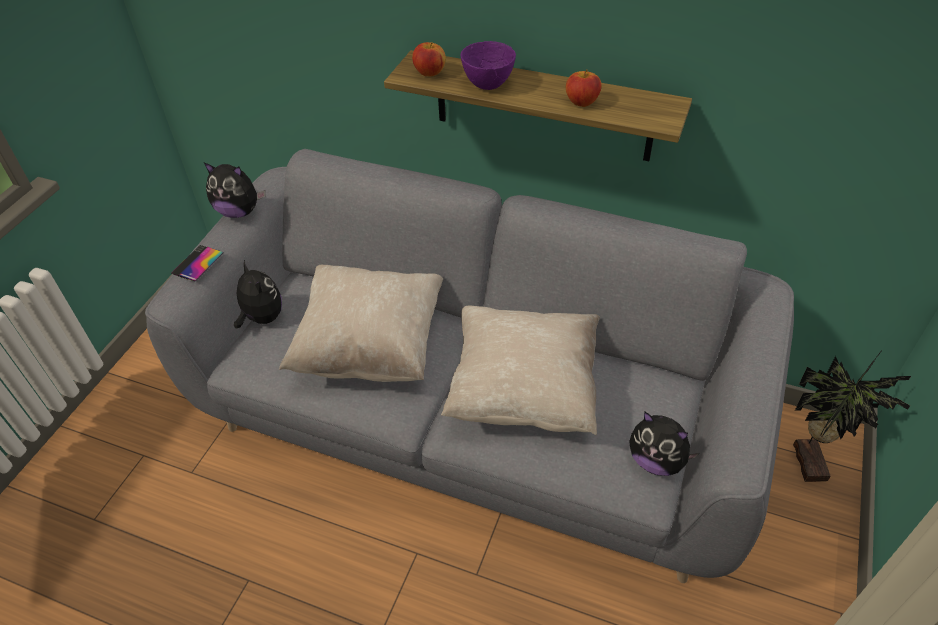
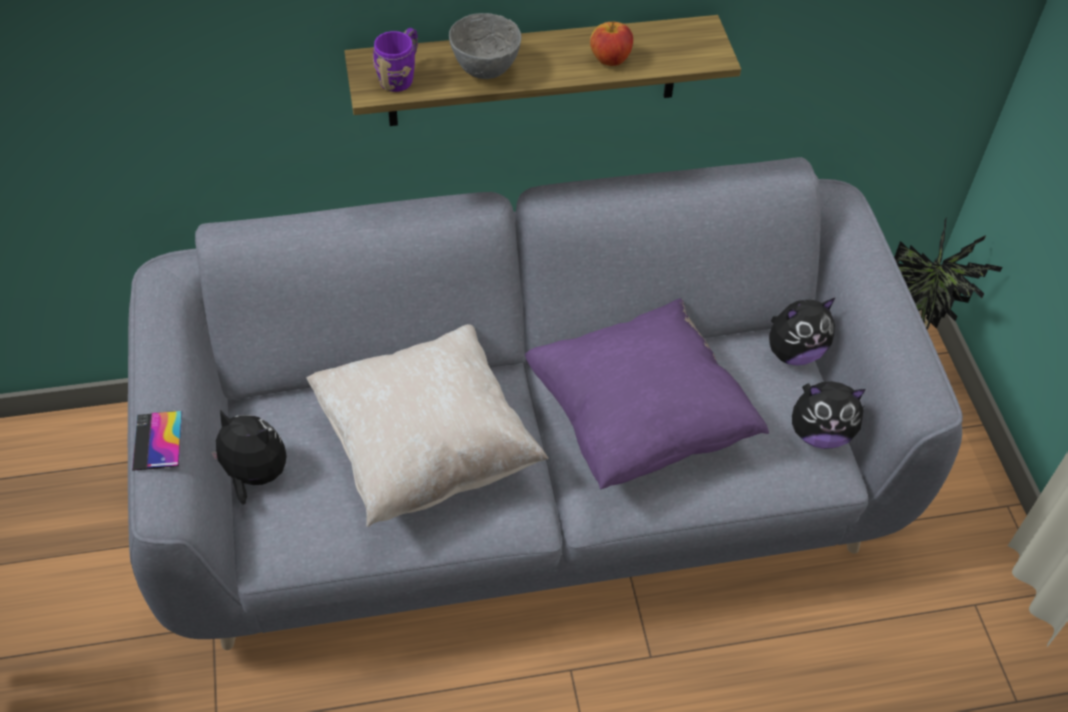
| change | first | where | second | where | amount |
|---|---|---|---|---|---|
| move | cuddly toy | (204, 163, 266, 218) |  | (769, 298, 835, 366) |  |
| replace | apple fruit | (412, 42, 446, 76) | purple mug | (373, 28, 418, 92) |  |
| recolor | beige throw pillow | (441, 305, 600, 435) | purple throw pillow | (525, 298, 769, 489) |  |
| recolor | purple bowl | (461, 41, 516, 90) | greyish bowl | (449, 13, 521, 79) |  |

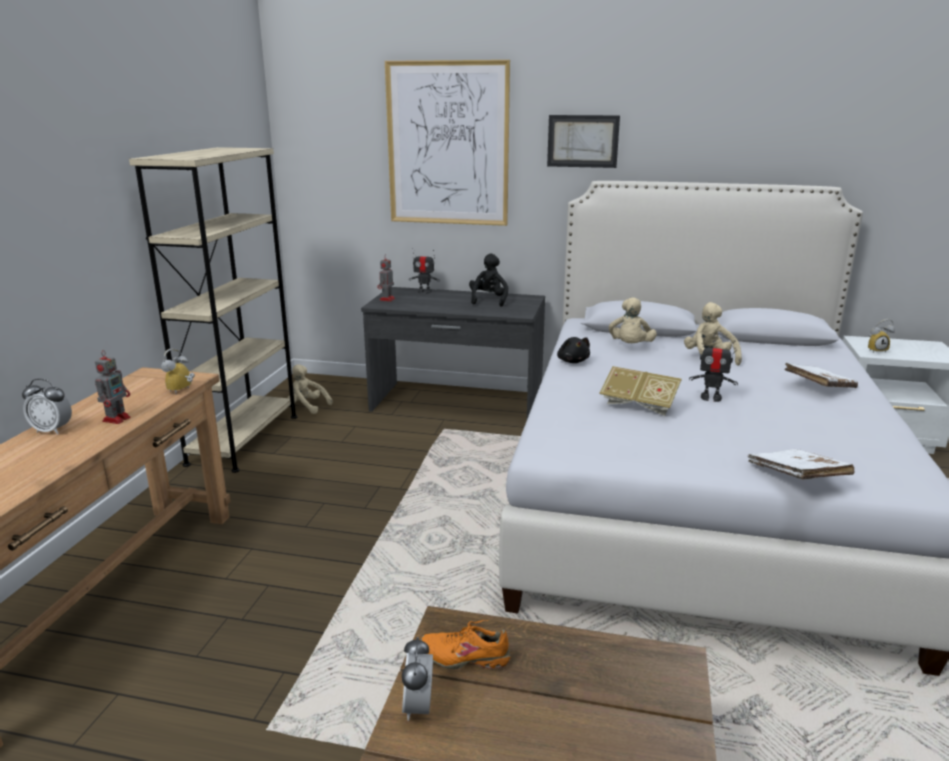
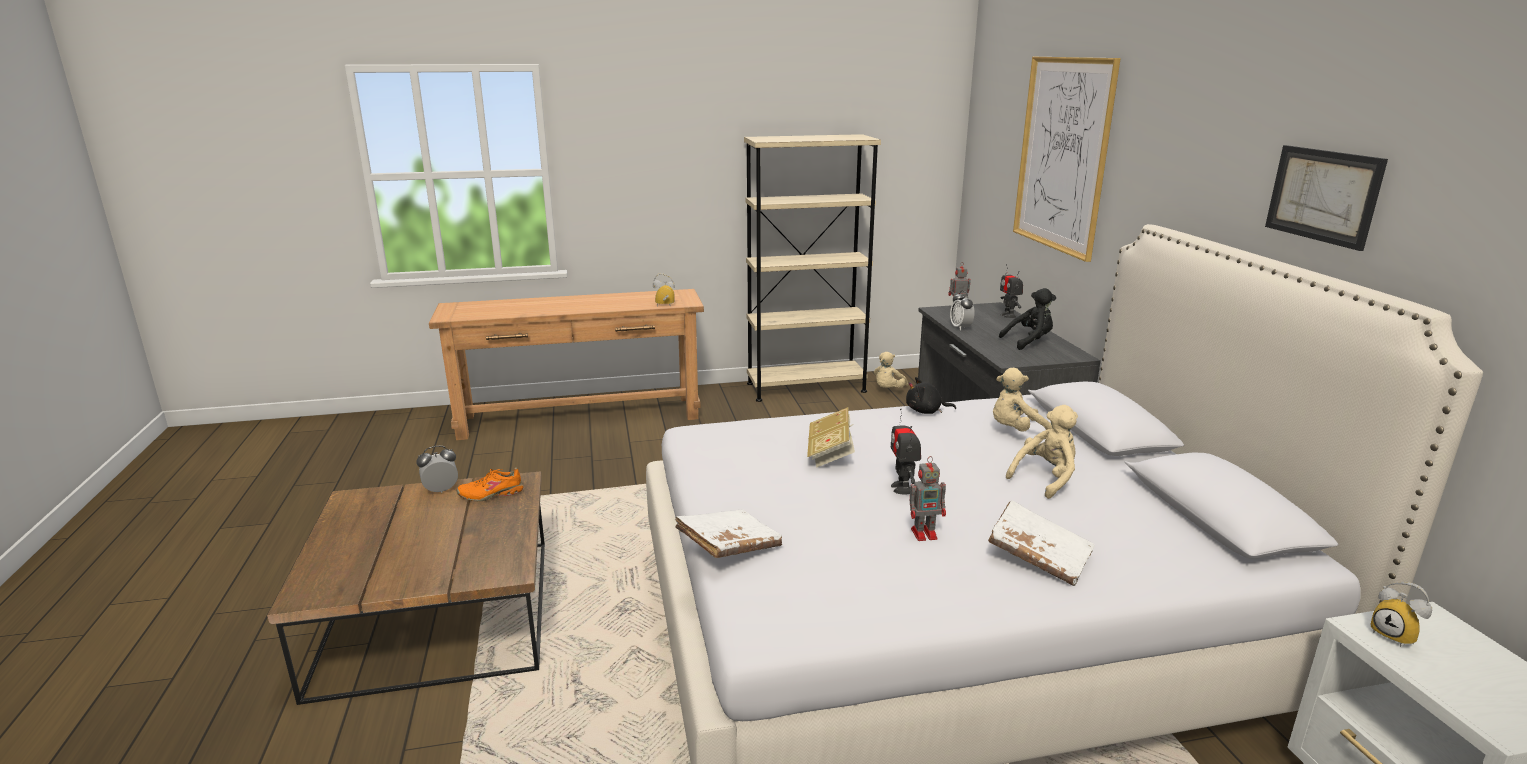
| change | first | where | second | where | amount |
|---|---|---|---|---|---|
| move | table clock | (22, 379, 72, 434) |  | (950, 290, 975, 331) |  |
| move | robot figure | (95, 350, 131, 424) |  | (910, 456, 946, 541) |  |
| move | wall art | (547, 115, 620, 168) |  | (1265, 145, 1388, 251) |  |
| rotate | beige cuddly toy | (287, 364, 333, 414) |  | (874, 352, 908, 388) | 150 degrees counterclockwise |
| rotate | orange-coloured item of footwear | (421, 620, 511, 669) |  | (457, 468, 524, 501) | 90 degrees counterclockwise |
| rotate | black-coloured cuddly toy | (557, 337, 590, 363) |  | (906, 377, 956, 414) | 45 degrees clockwise |

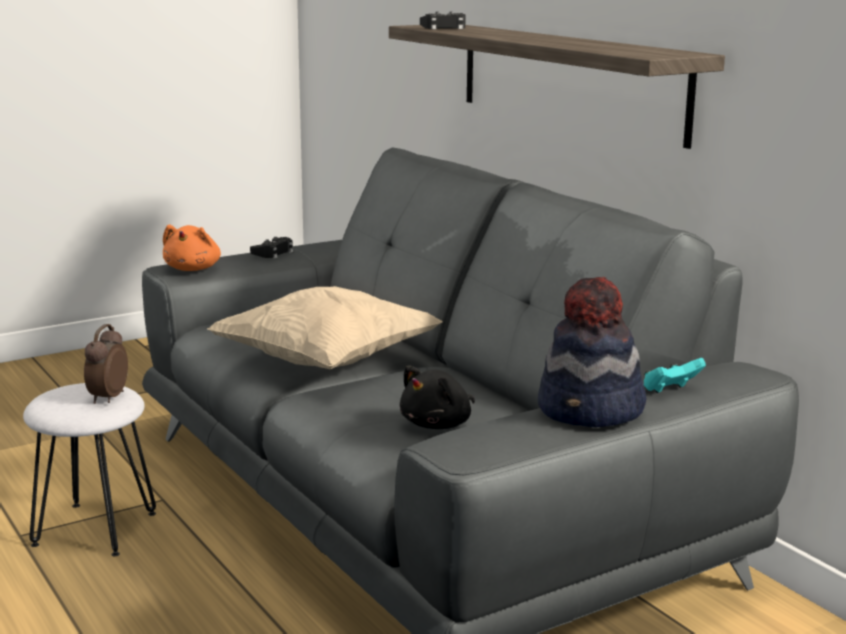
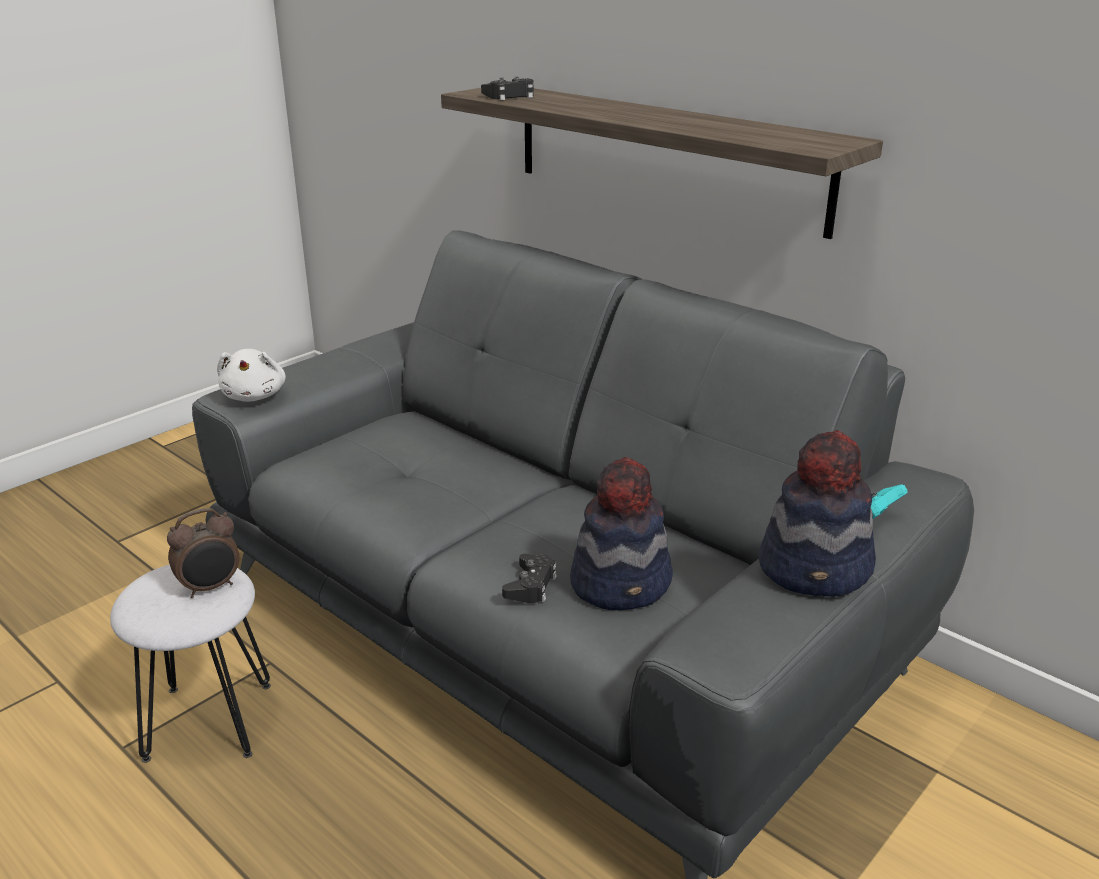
| change | first | where | second | where | amount |
|---|---|---|---|---|---|
| delete | beige throw pillow | (207, 286, 443, 369) |  |  |  |
| move | black-coloured gamepad | (250, 237, 293, 259) |  | (502, 554, 557, 603) |  |
| replace | black-coloured cuddly toy | (400, 365, 475, 429) | clothing hat | (570, 457, 673, 610) |  |
| recolor | orange-coloured cuddly toy | (163, 224, 221, 271) | whitish cuddly toy | (217, 349, 286, 402) |  |
| rotate | table clock | (84, 324, 128, 404) |  | (167, 508, 240, 598) | 120 degrees counterclockwise |

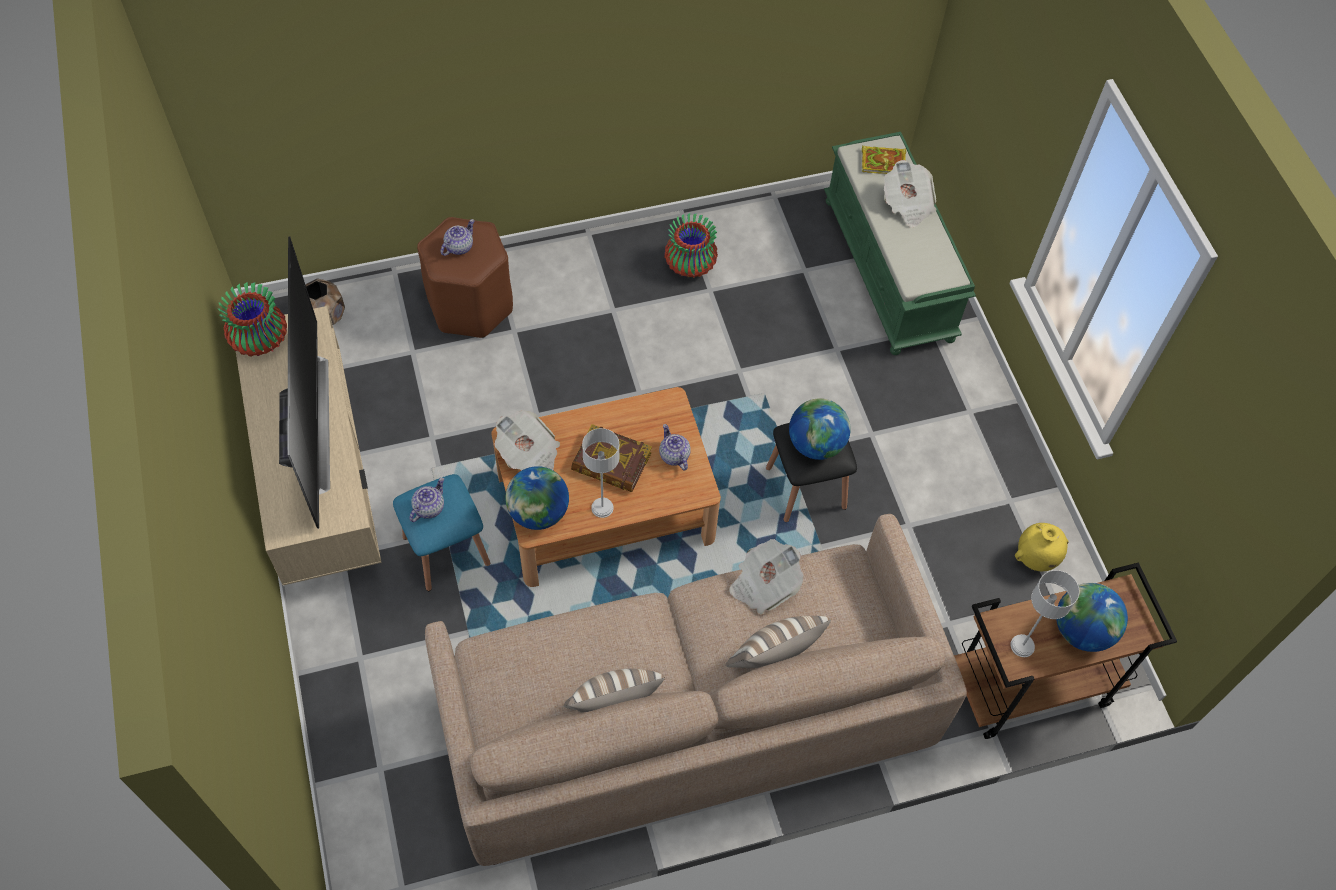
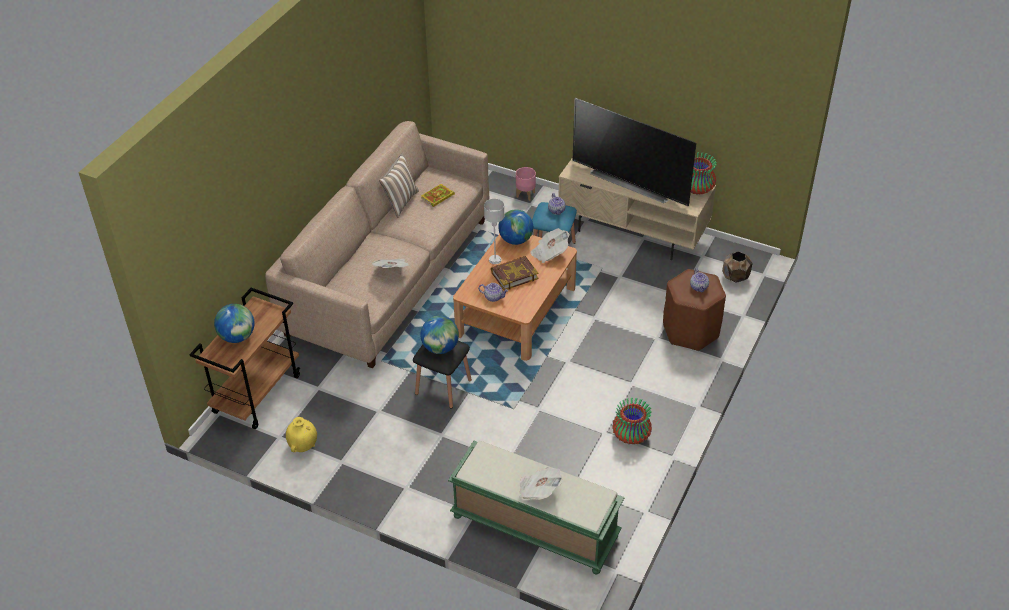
| change | first | where | second | where | amount |
|---|---|---|---|---|---|
| delete | throw pillow | (726, 616, 831, 668) |  |  |  |
| delete | greyish lamp for a table | (1010, 570, 1080, 657) |  |  |  |
| insert |  |  | pink plant pot | (516, 167, 536, 201) |  |
| move | volume | (862, 146, 906, 174) |  | (421, 184, 455, 207) |  |

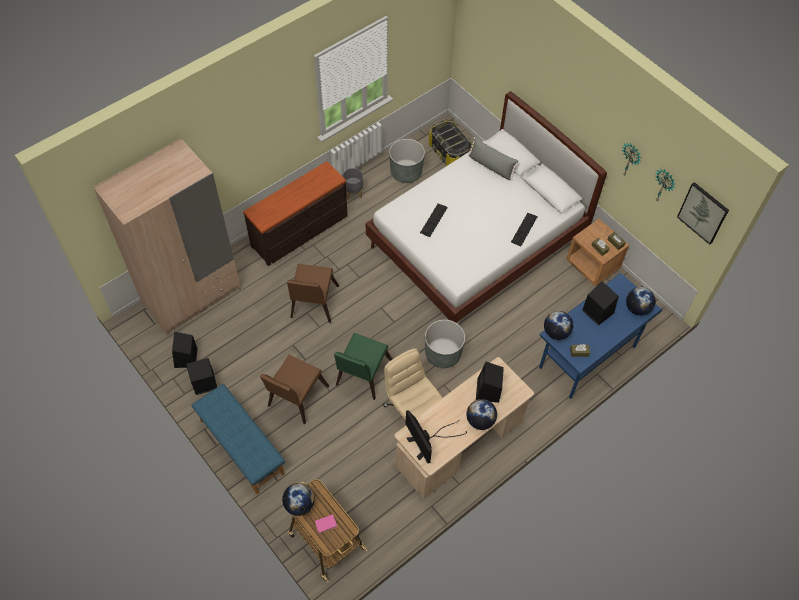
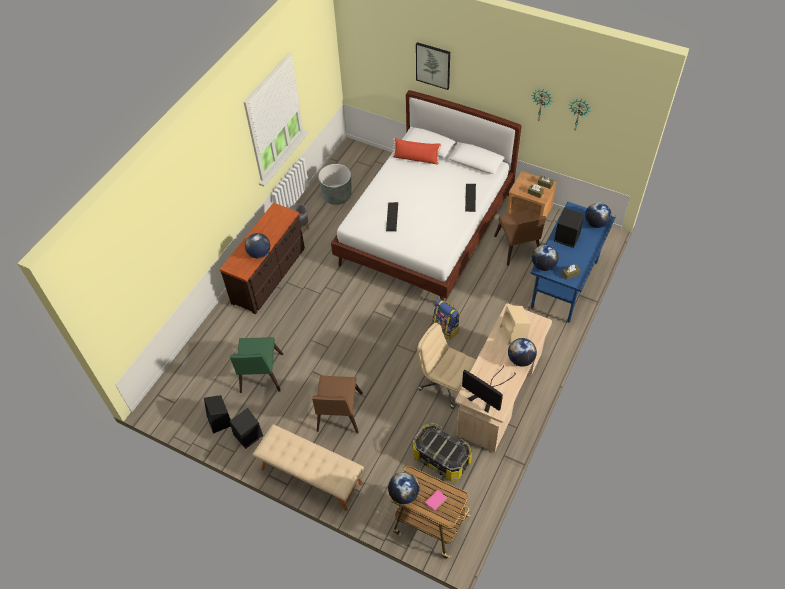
| change | first | where | second | where | amount |
|---|---|---|---|---|---|
| delete | beige clothes cupboard | (93, 138, 241, 335) |  |  |  |
| insert |  |  | world globe | (245, 233, 270, 258) |  |
| move | brown-coloured upright chair | (287, 264, 339, 323) |  | (494, 210, 546, 266) |  |
| move | greenish upright chair | (334, 333, 392, 400) |  | (230, 337, 283, 393) |  |
| move | storage bin | (429, 119, 473, 166) |  | (413, 423, 472, 481) |  |
| move | wall art | (677, 182, 729, 245) |  | (416, 42, 450, 90) |  |
| replace | greyish plant pot | (425, 320, 465, 368) | knapsack | (432, 299, 460, 339) |  |
| recolor | blue bench | (191, 384, 285, 494) | beige bench | (253, 424, 364, 511) |  |
| recolor | greyish throw pillow | (468, 137, 520, 181) | red-coloured throw pillow | (392, 138, 442, 165) |  |
| recolor | black-coloured speaker | (476, 362, 504, 403) | beige speaker | (500, 305, 531, 345) |  |

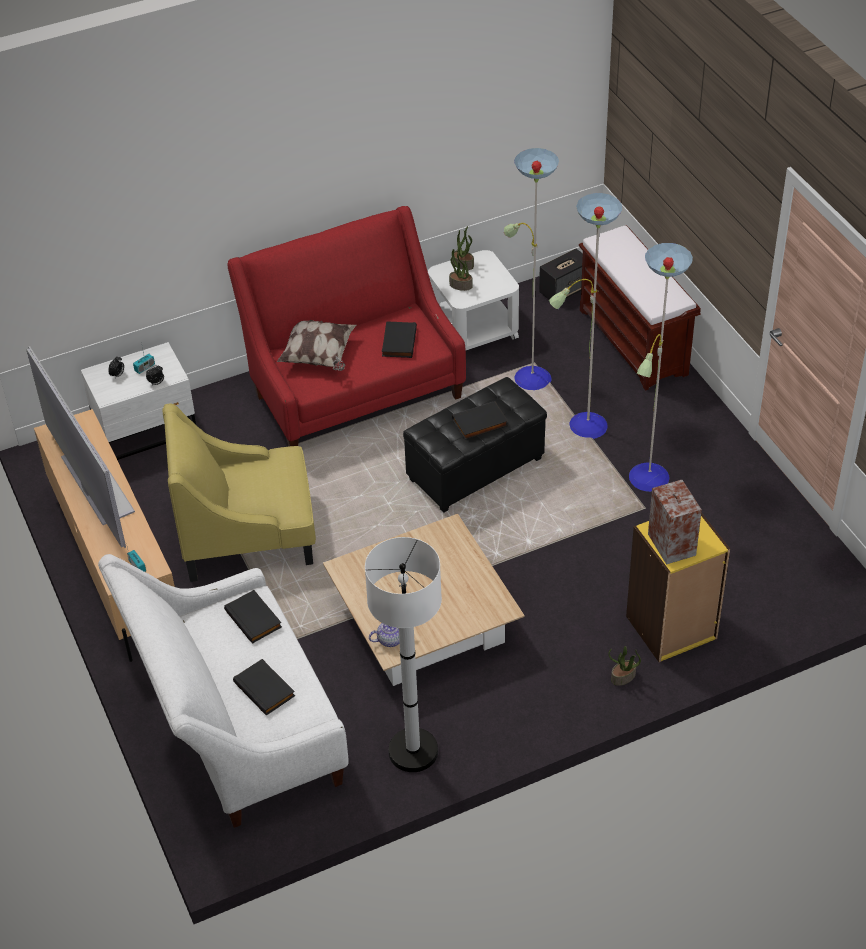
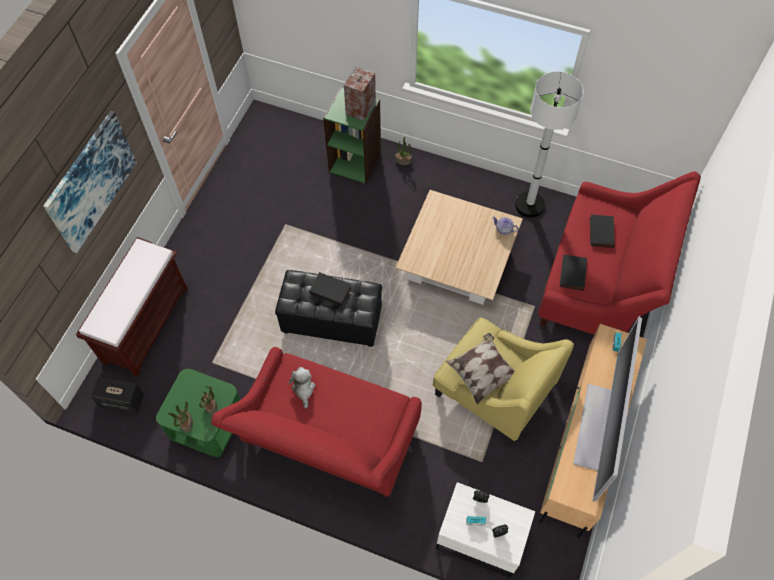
| change | first | where | second | where | amount |
|---|---|---|---|---|---|
| delete | standard lamp | (504, 148, 693, 492) |  |  |  |
| insert |  |  | wall art | (43, 111, 137, 253) |  |
| move | throw pillow | (277, 320, 356, 371) |  | (445, 333, 515, 405) |  |
| replace | black-coloured volume | (382, 321, 417, 358) | cuddly toy | (289, 367, 316, 409) |  |
| recolor | whitish sofa | (98, 554, 349, 828) | red-coloured sofa | (538, 172, 701, 335) |  |
| recolor | whitish end table | (428, 250, 519, 350) | greenish end table | (156, 369, 241, 458) |  |
| recolor | yellow-coloured shelving unit | (626, 513, 730, 662) | greenish shelving unit | (323, 87, 381, 184) |  |

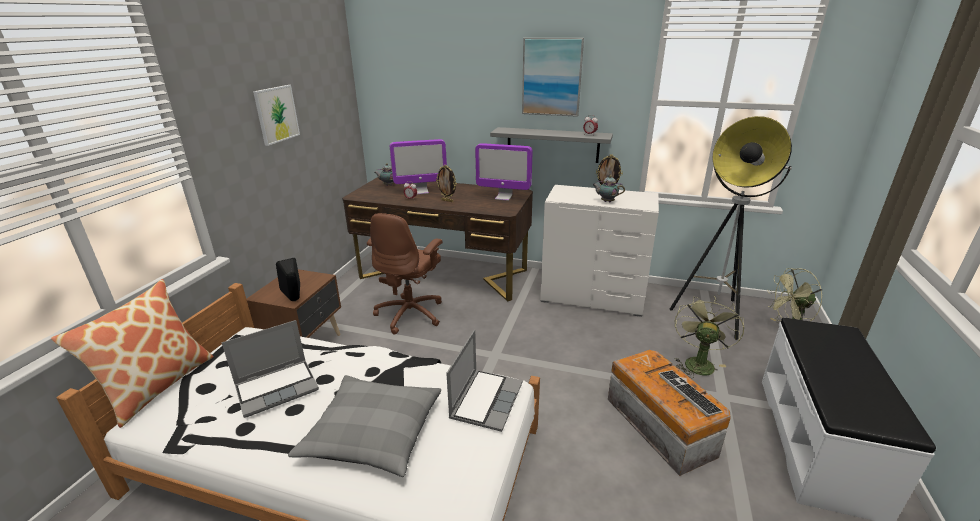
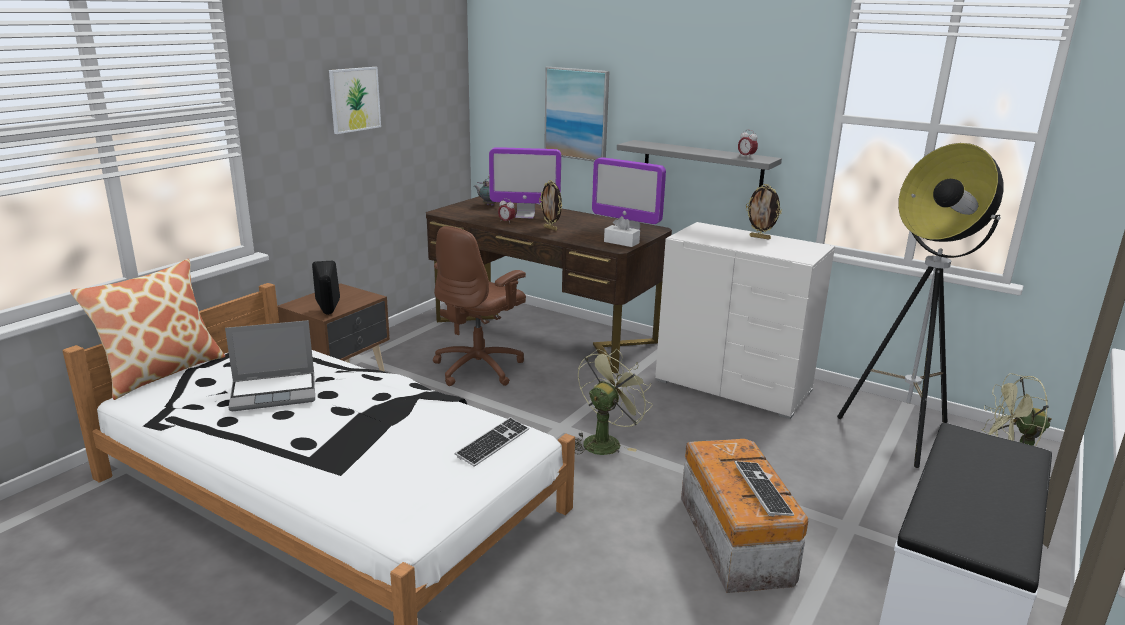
| change | first | where | second | where | amount |
|---|---|---|---|---|---|
| delete | greyish throw pillow | (288, 375, 441, 477) |  |  |  |
| delete | tea pot | (592, 175, 625, 202) |  |  |  |
| insert |  |  | whitish tissue holder | (604, 216, 640, 247) |  |
| move | wall art | (522, 38, 584, 117) |  | (544, 67, 610, 162) |  |
| move | greenish cooling fan | (675, 296, 744, 378) |  | (575, 349, 653, 455) |  |
| replace | laptop | (446, 330, 523, 432) | keyboard | (455, 417, 529, 467) |  |

